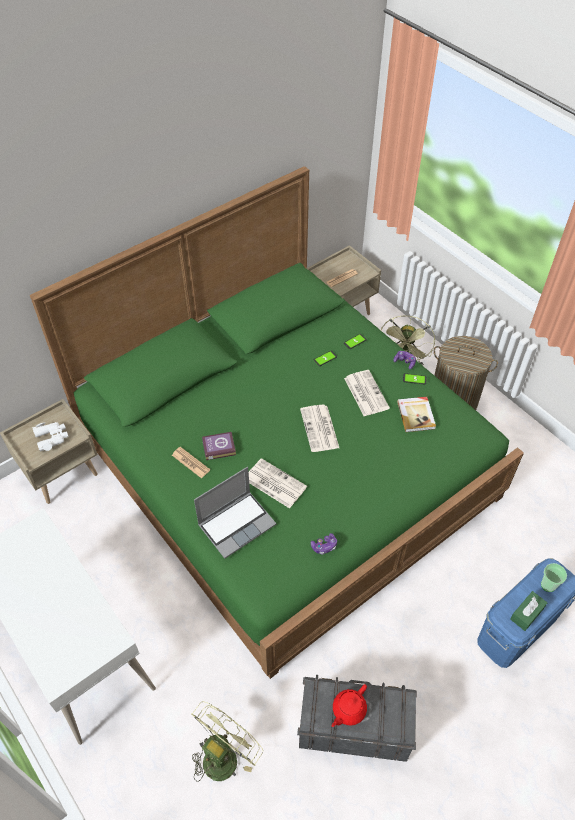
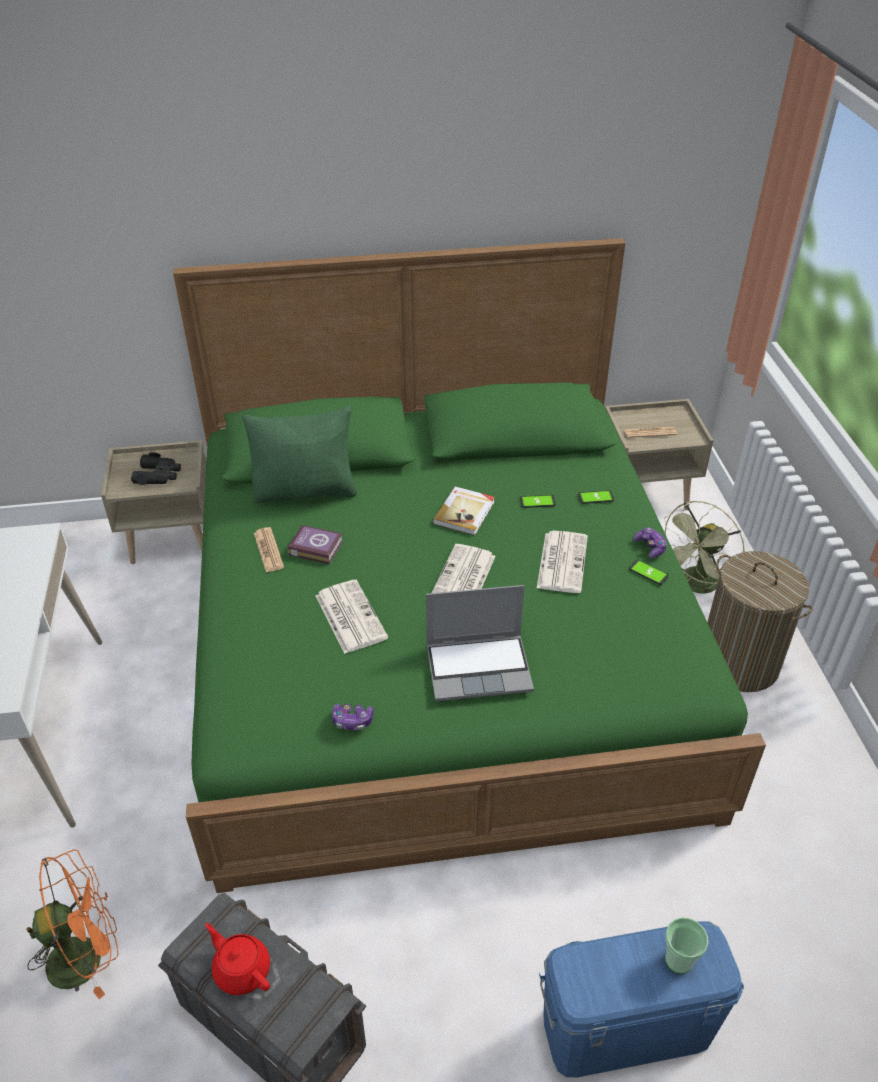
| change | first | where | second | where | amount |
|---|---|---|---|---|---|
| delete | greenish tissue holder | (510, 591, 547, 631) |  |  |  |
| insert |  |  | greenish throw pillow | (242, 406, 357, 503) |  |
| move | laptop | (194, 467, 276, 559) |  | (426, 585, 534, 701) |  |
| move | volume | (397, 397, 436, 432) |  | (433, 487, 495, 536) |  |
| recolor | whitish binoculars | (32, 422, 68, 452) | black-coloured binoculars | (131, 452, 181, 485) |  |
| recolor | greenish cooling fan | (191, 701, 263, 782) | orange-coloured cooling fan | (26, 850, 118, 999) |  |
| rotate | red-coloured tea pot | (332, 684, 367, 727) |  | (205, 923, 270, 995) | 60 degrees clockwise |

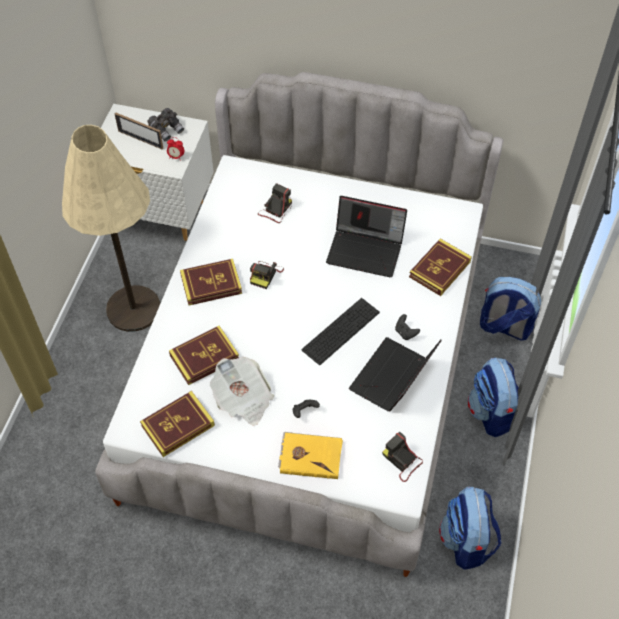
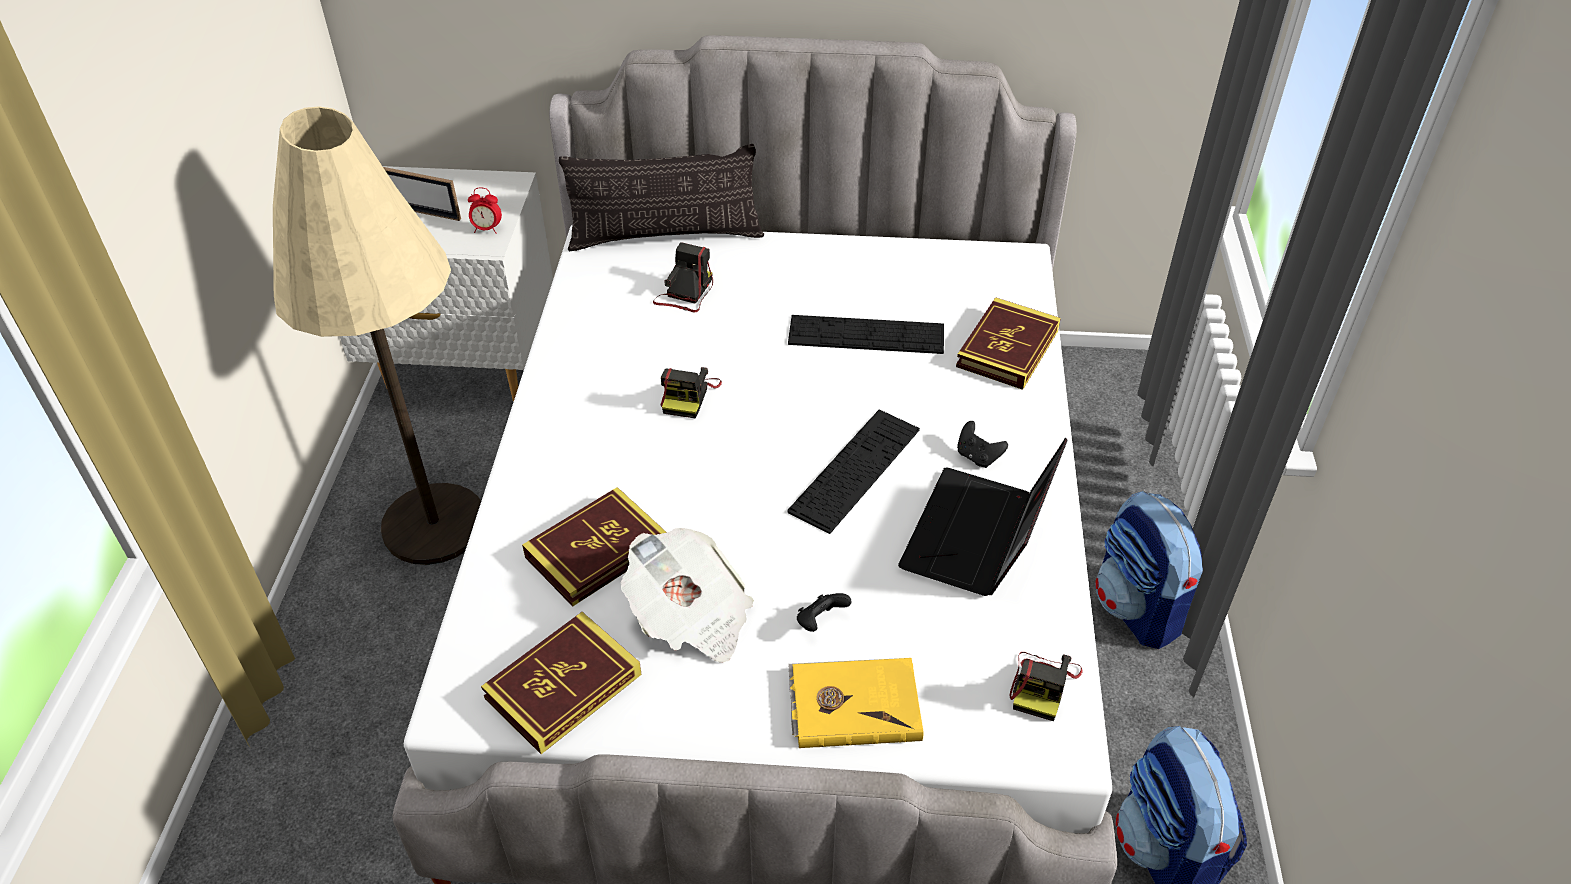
| change | first | where | second | where | amount |
|---|---|---|---|---|---|
| delete | greyish binoculars | (147, 108, 184, 141) |  |  |  |
| delete | volume | (180, 259, 242, 306) |  |  |  |
| delete | knapsack | (480, 277, 541, 341) |  |  |  |
| insert |  |  | throw pillow | (559, 144, 764, 251) |  |
| replace | laptop | (326, 196, 407, 277) | keyboard | (788, 315, 944, 354) |  |
| rotate | photo camera | (382, 431, 423, 482) |  | (1009, 652, 1082, 721) | 105 degrees counterclockwise |

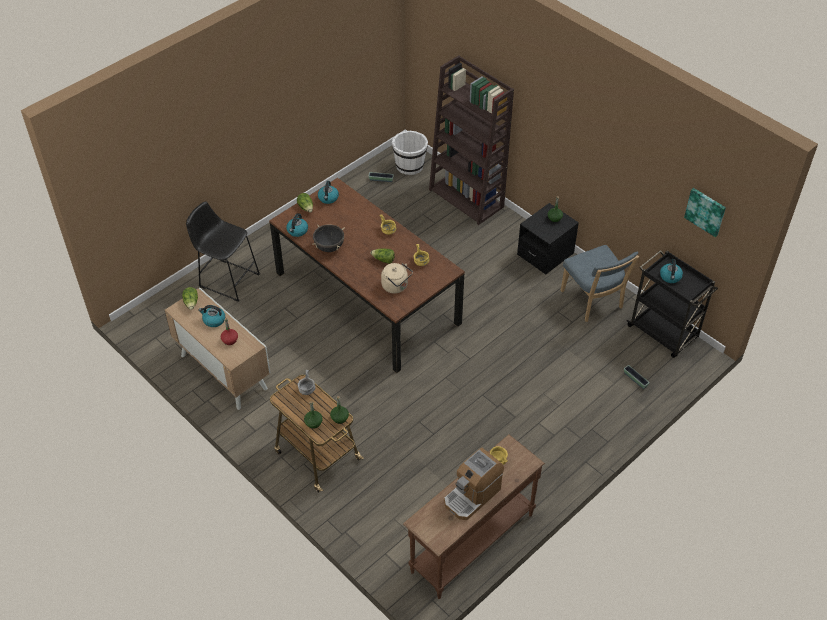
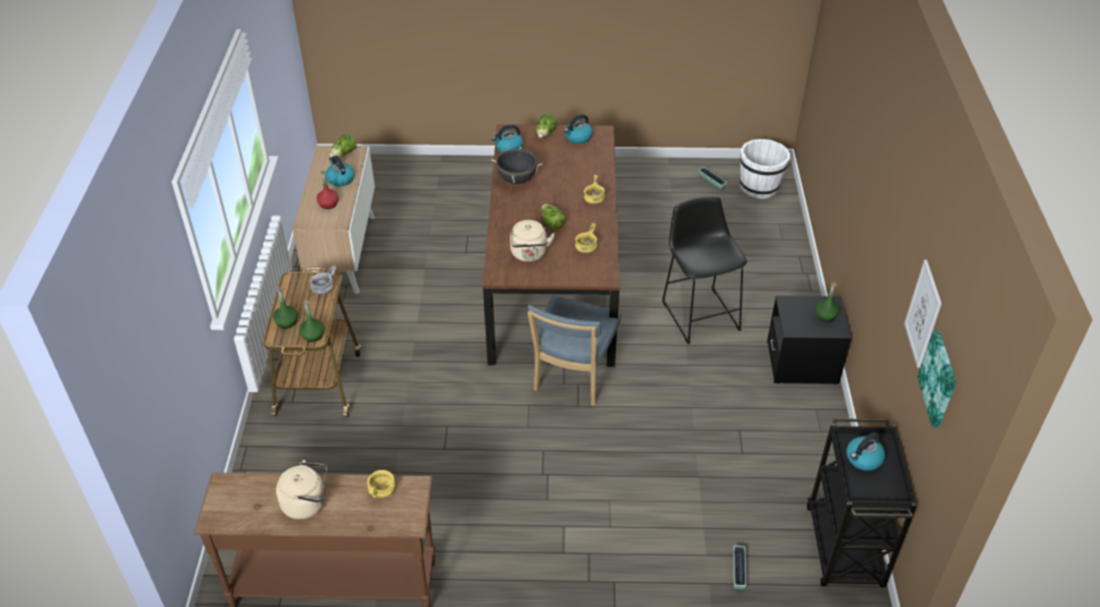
| change | first | where | second | where | amount |
|---|---|---|---|---|---|
| delete | brown-coloured shelving unit | (429, 55, 514, 225) |  |  |  |
| insert |  |  | wall art | (904, 260, 942, 368) |  |
| move | black-coloured stool seat | (186, 201, 260, 302) |  | (662, 196, 747, 344) |  |
| move | blue upright chair | (561, 245, 639, 322) |  | (528, 296, 621, 406) |  |
| replace | coffee maker | (444, 448, 504, 520) | beige tea kettle | (276, 460, 327, 519) |  |

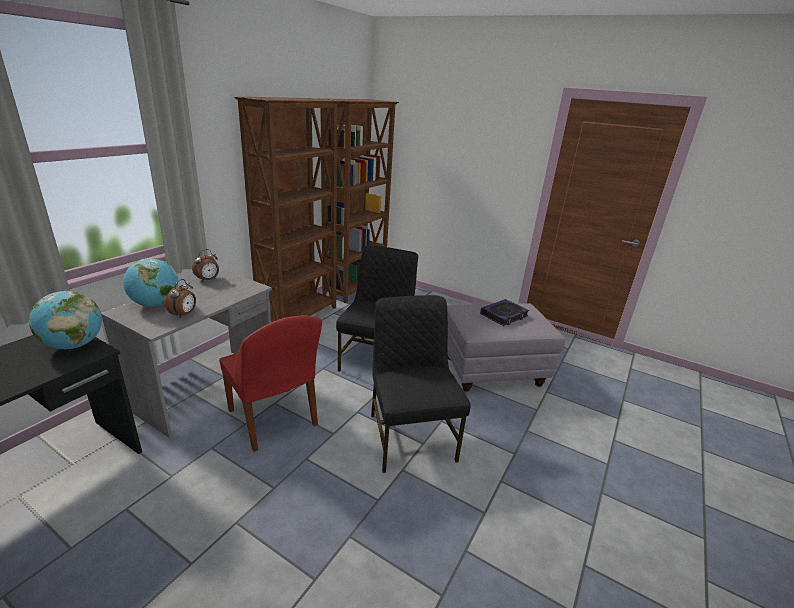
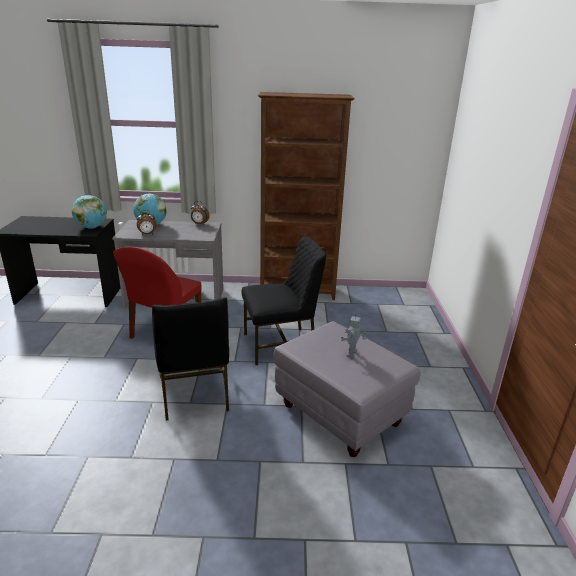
| change | first | where | second | where | amount |
|---|---|---|---|---|---|
| delete | brown-coloured shelving unit | (318, 98, 399, 303) |  |  |  |
| replace | volume | (480, 299, 529, 326) | robot figure | (341, 314, 367, 358) |  |
| rotate | black-coloured upright chair | (371, 295, 471, 473) |  | (152, 297, 229, 420) | 120 degrees clockwise |

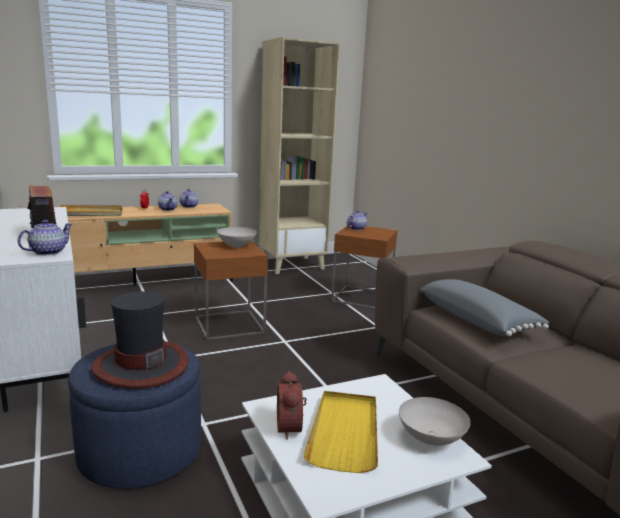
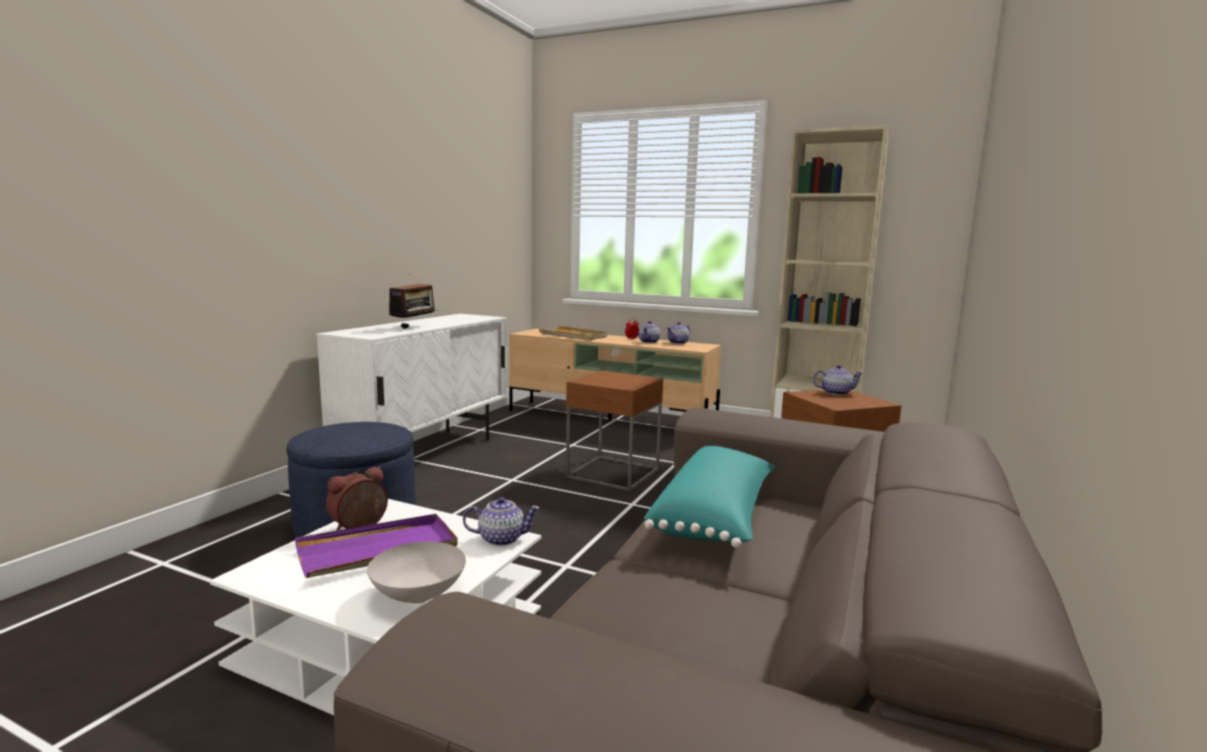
| change | first | where | second | where | amount |
|---|---|---|---|---|---|
| delete | clothing hat | (91, 291, 189, 389) |  |  |  |
| delete | whitish bowl | (217, 227, 257, 248) |  |  |  |
| move | tea pot | (18, 220, 72, 255) |  | (463, 497, 540, 546) |  |
| recolor | yellow-coloured serving tray | (304, 391, 378, 473) | purple serving tray | (295, 514, 458, 578) |  |
| recolor | greyish throw pillow | (420, 279, 549, 336) | turquoise-coloured throw pillow | (644, 446, 776, 548) |  |

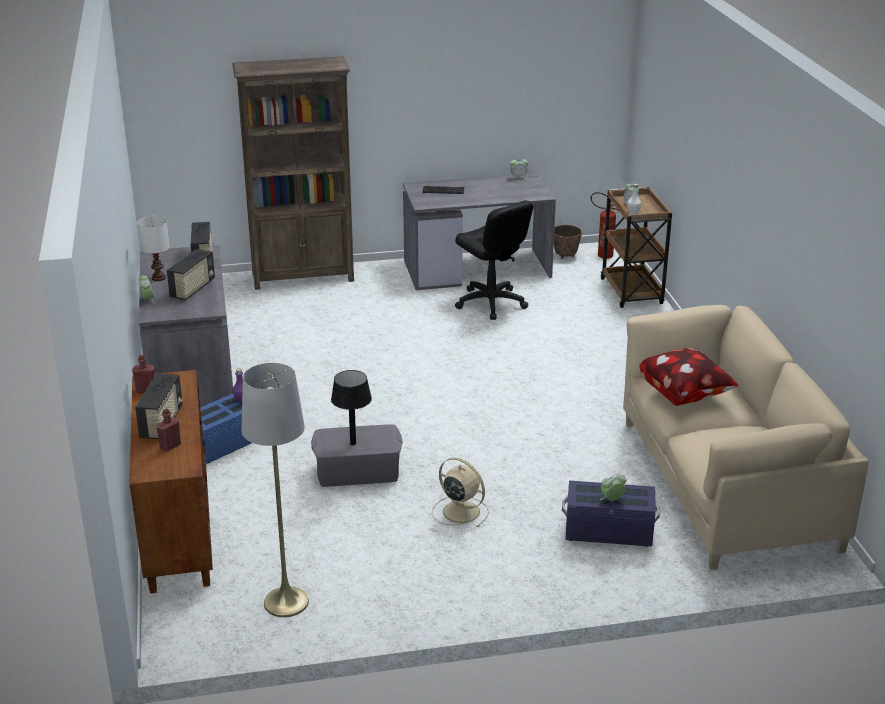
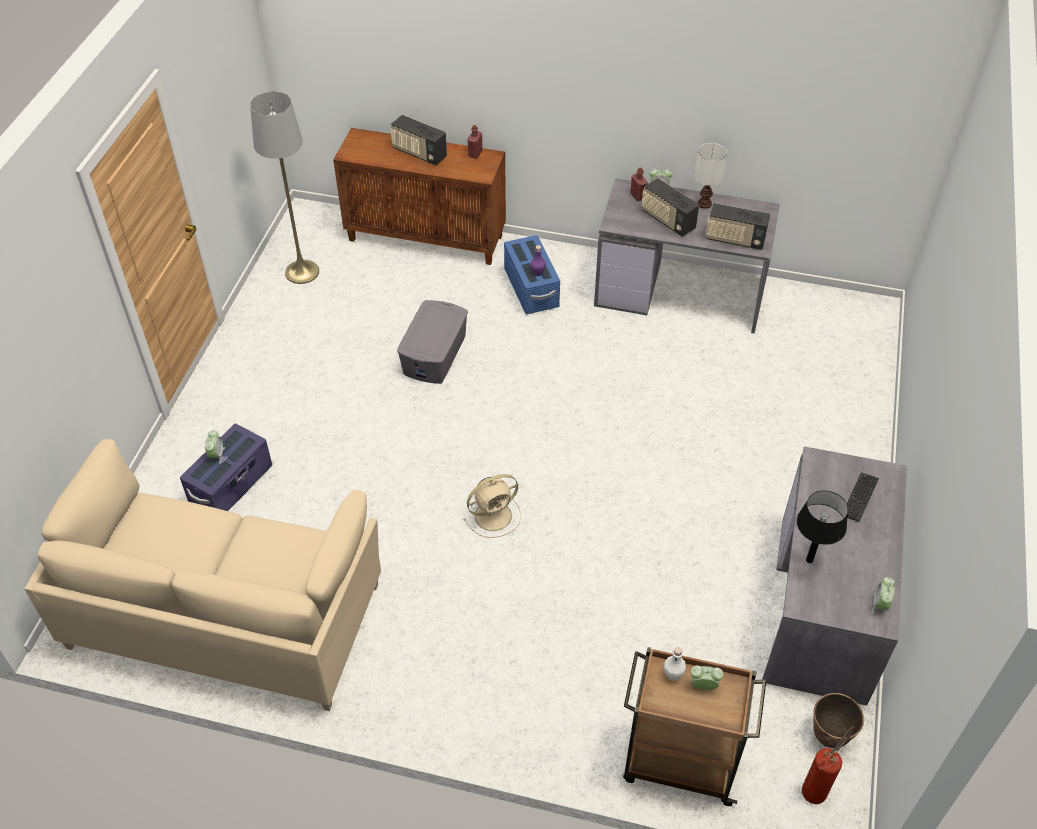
| change | first | where | second | where | amount |
|---|---|---|---|---|---|
| delete | brown-coloured shelving unit | (232, 56, 354, 290) |  |  |  |
| delete | black-coloured desk chair | (455, 200, 534, 320) |  |  |  |
| delete | throw pillow | (639, 348, 738, 406) |  |  |  |
| move | red-coloured beverage bottle | (156, 409, 181, 451) |  | (630, 168, 648, 201) |  |
| move | black-coloured lamp for a table | (331, 370, 372, 445) |  | (797, 491, 848, 563) |  |
| move | beige cooling fan | (432, 458, 489, 527) |  | (463, 474, 521, 538) |  |

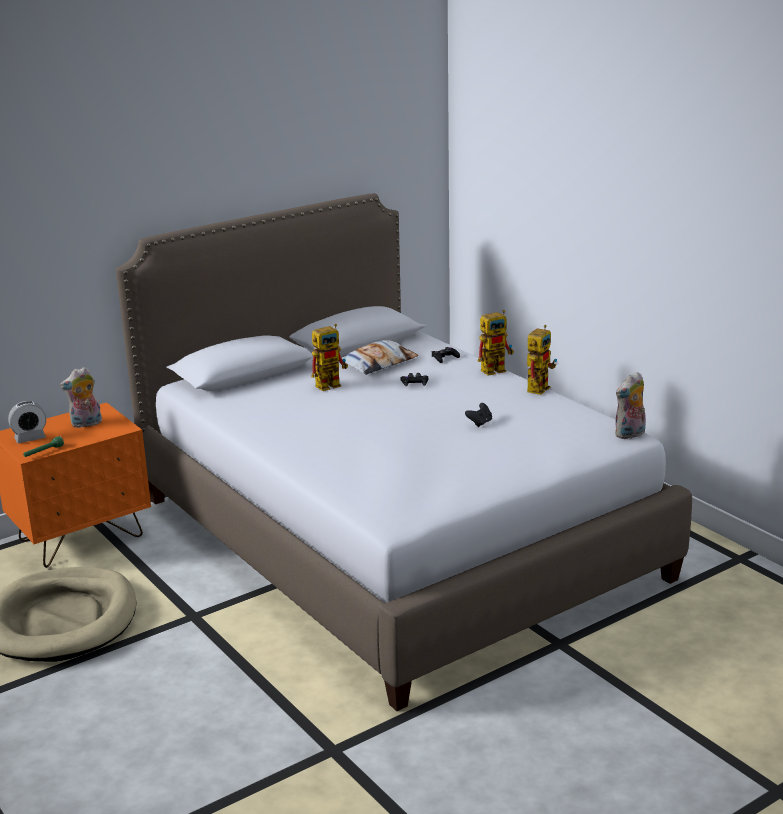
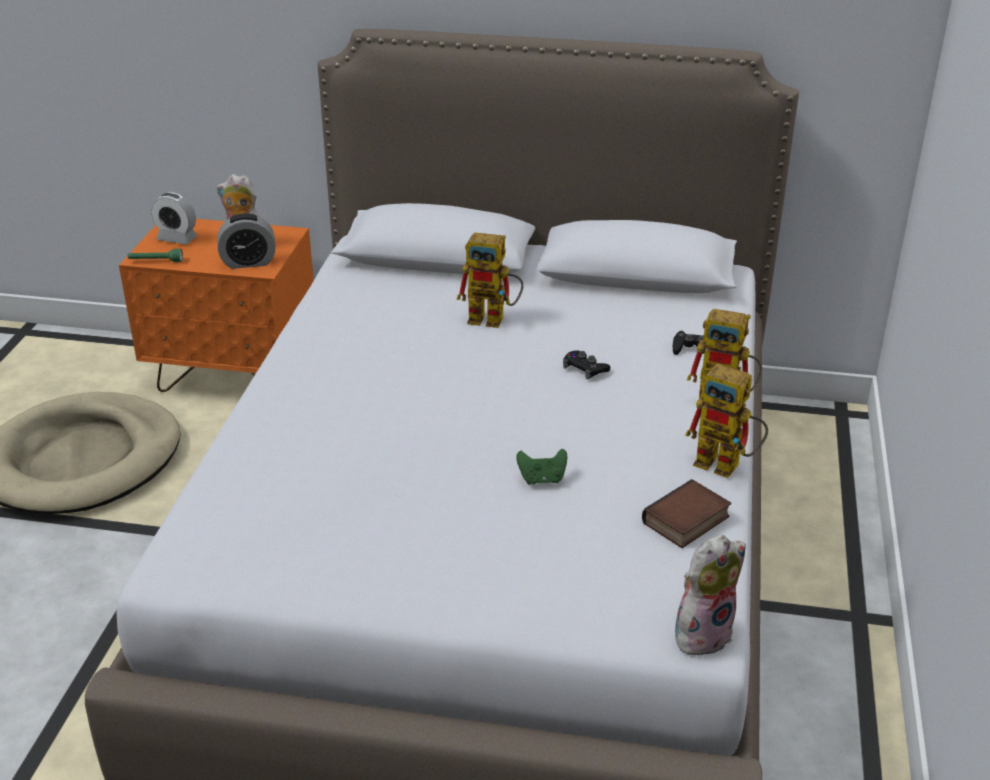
| change | first | where | second | where | amount |
|---|---|---|---|---|---|
| delete | throw pillow | (341, 340, 418, 375) |  |  |  |
| insert |  |  | table clock | (218, 213, 276, 269) |  |
| insert |  |  | volume | (642, 479, 731, 548) |  |
| recolor | black-coloured gamepad | (465, 403, 492, 427) | greenish gamepad | (516, 449, 567, 485) |  |
| rotate | robot figure | (527, 325, 557, 395) |  | (685, 363, 768, 478) | 45 degrees clockwise |
| rotate | cuddly toy | (615, 371, 646, 439) |  | (675, 535, 746, 655) | 135 degrees clockwise |

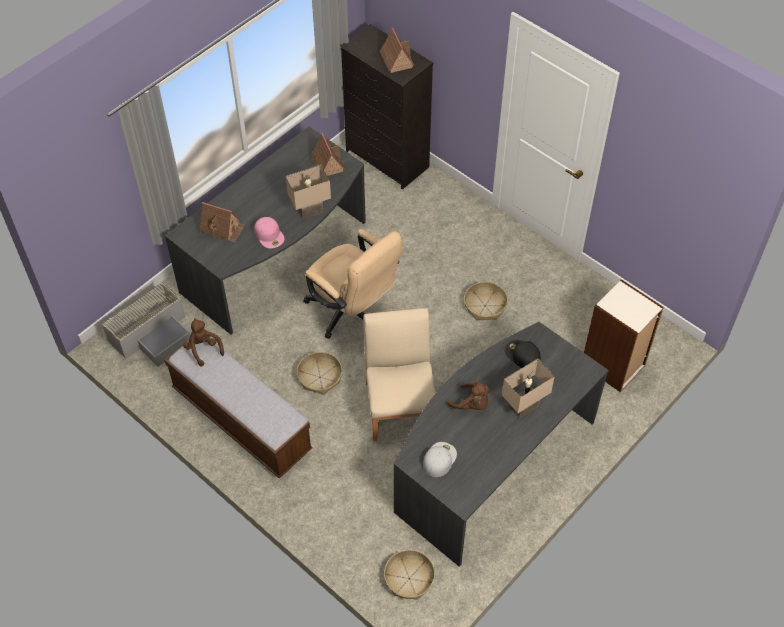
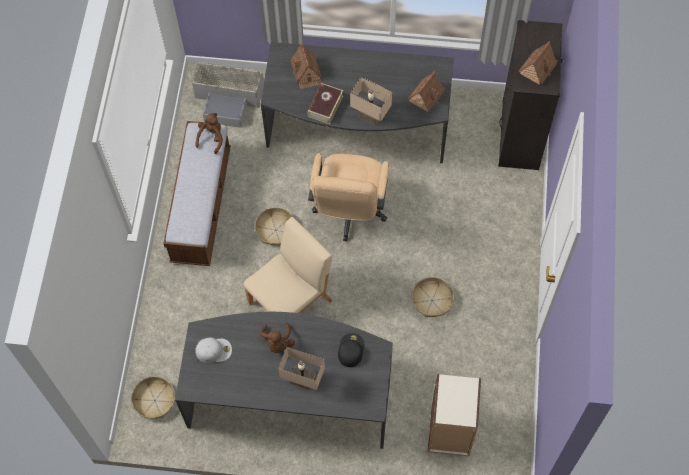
| change | first | where | second | where | amount |
|---|---|---|---|---|---|
| replace | pink cap | (255, 217, 285, 249) | volume | (307, 83, 343, 124) |  |

